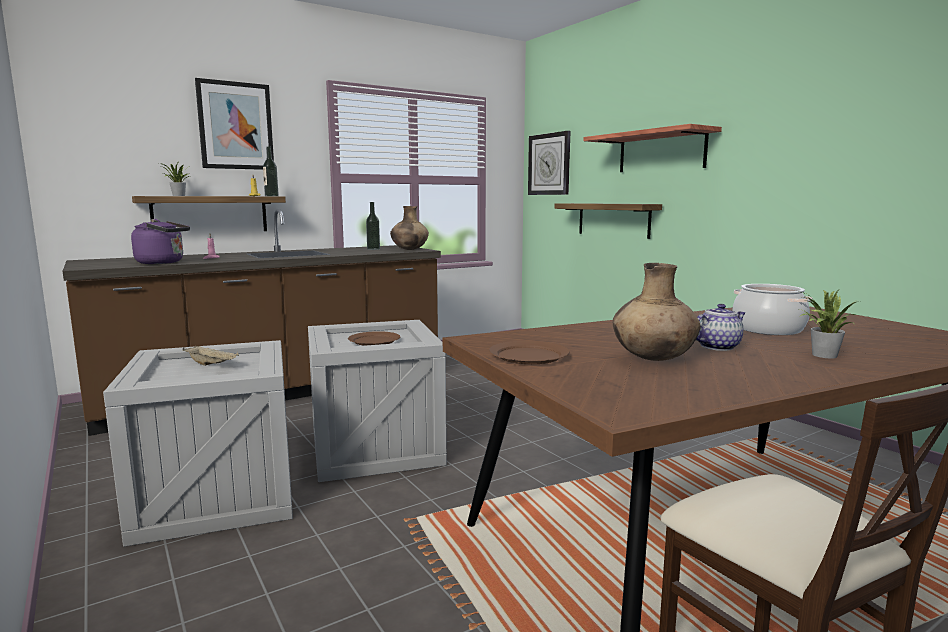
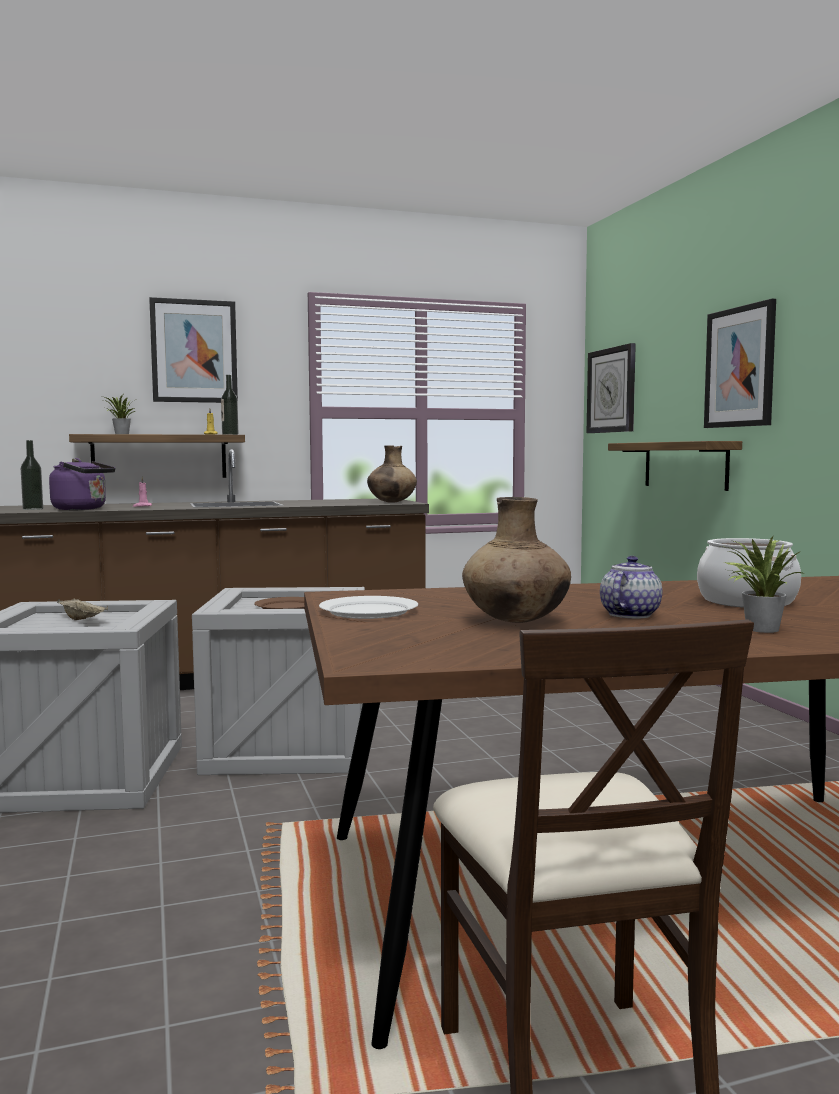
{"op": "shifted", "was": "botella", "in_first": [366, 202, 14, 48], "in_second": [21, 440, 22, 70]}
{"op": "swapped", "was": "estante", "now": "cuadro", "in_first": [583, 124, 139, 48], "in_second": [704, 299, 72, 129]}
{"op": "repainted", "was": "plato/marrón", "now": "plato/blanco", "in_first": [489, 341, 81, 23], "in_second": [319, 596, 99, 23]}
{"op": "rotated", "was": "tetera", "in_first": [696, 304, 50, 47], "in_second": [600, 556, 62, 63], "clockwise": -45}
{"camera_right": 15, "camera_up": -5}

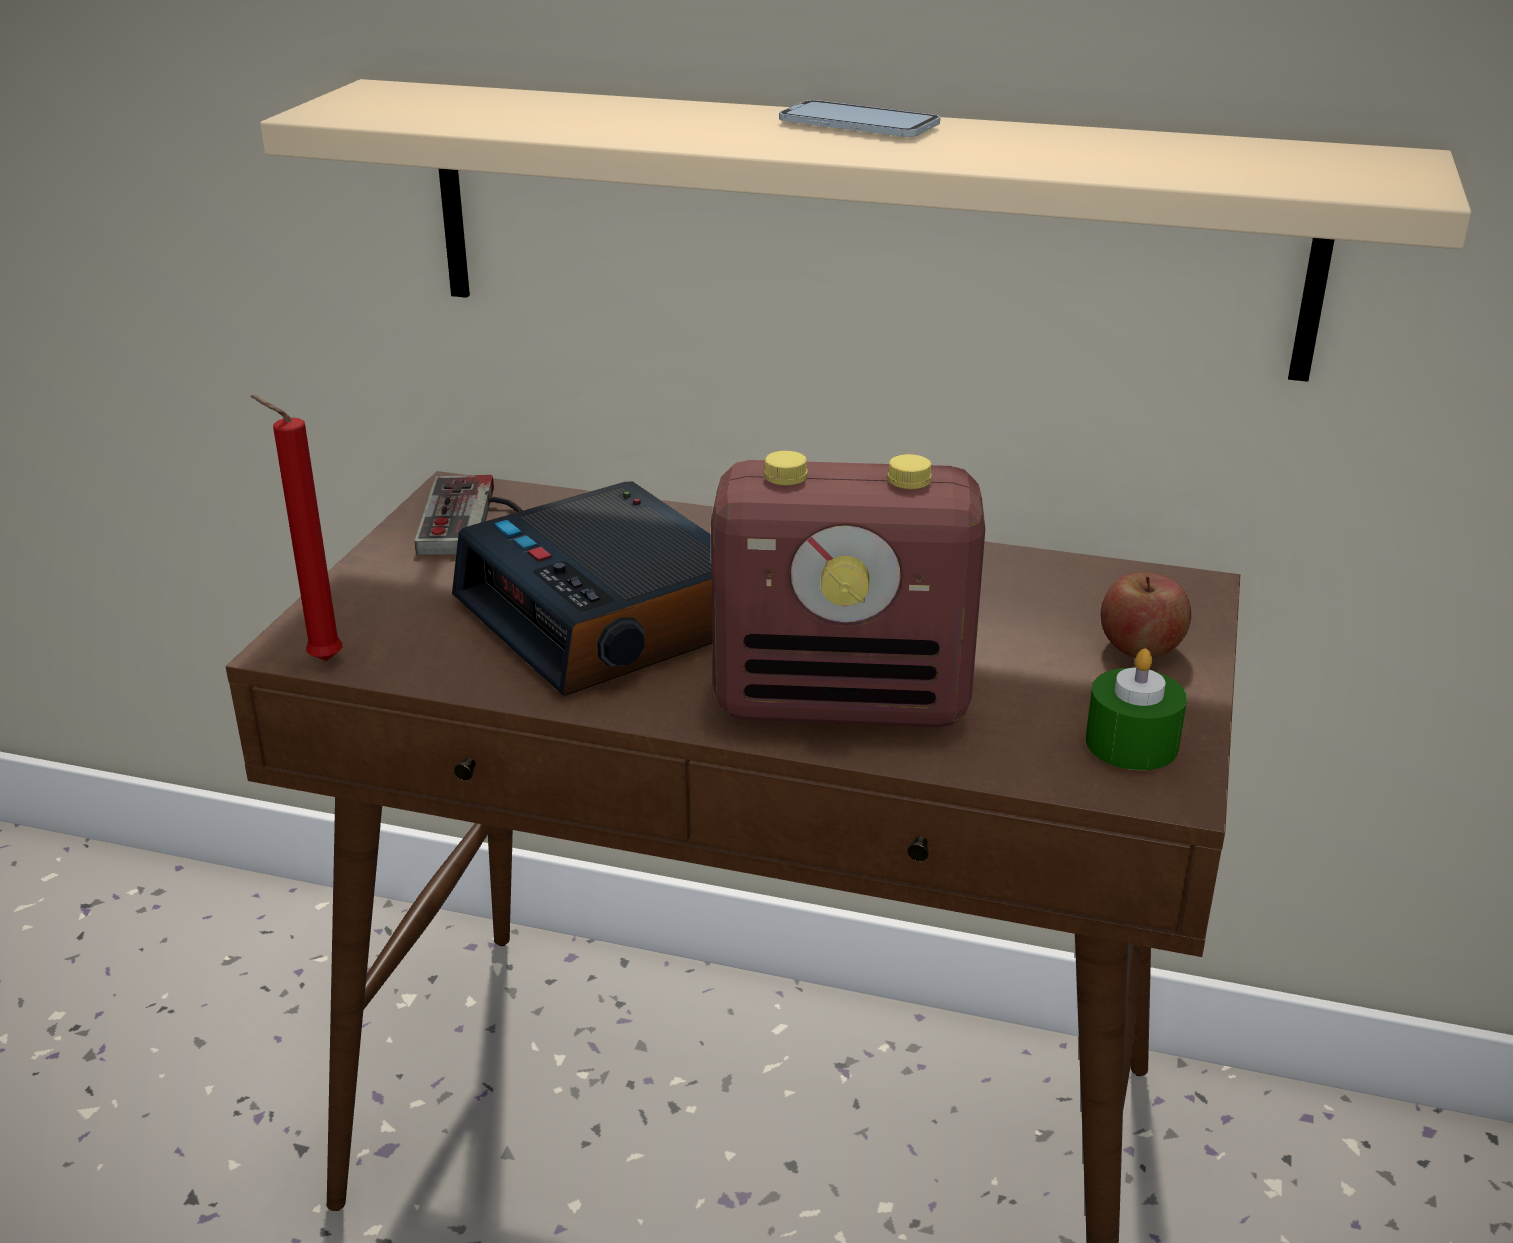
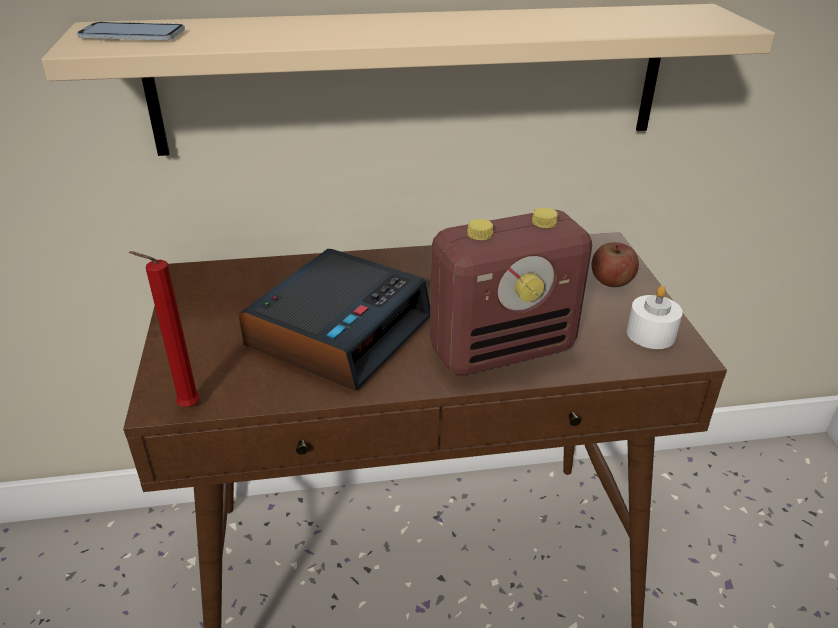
{"op": "gone", "was": "mando de consola", "in_first": [415, 475, 108, 80]}
{"op": "shifted", "was": "móvil", "in_first": [779, 100, 161, 37], "in_second": [77, 22, 108, 18]}
{"op": "repainted", "was": "vela/verde", "now": "vela/blanco", "in_first": [1086, 648, 101, 122], "in_second": [627, 286, 56, 63]}
{"op": "rotated", "was": "despertador", "in_first": [452, 482, 261, 214], "in_second": [239, 249, 191, 142], "clockwise": -90}
{"camera_right": -25, "camera_up": 5}

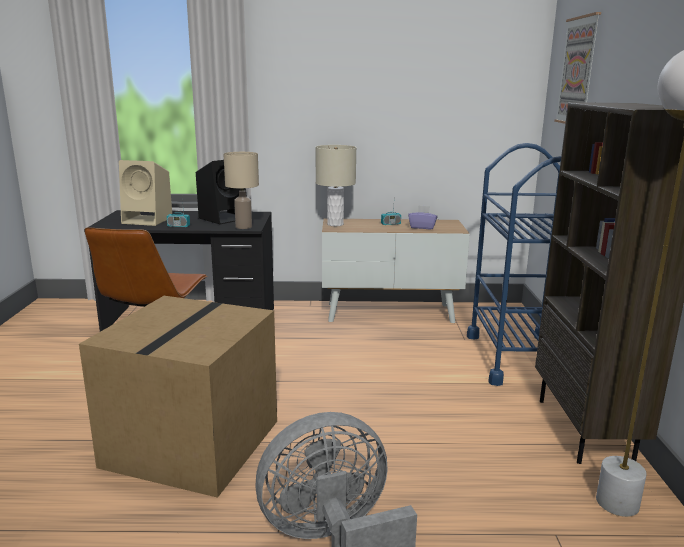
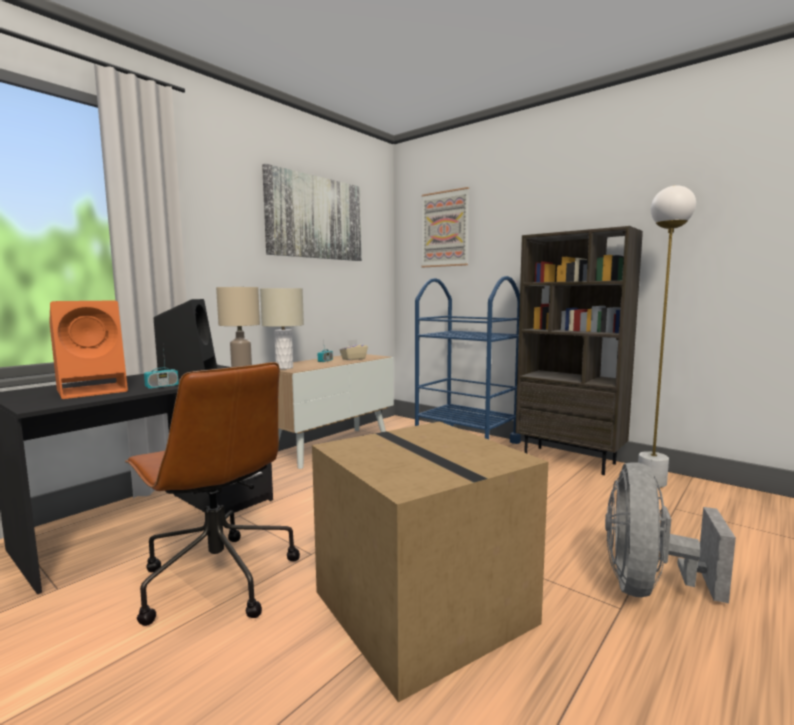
{"op": "new", "now": "cuadro", "in_second": [262, 164, 100, 97]}
{"op": "repainted", "was": "altavoz/beis", "now": "altavoz/naranja", "in_first": [119, 160, 53, 66], "in_second": [49, 300, 79, 99]}
{"op": "repainted", "was": "caja de pañuelos/morado", "now": "caja de pañuelos/beis", "in_first": [408, 205, 30, 24], "in_second": [340, 339, 28, 21]}
{"camera_right": -50, "camera_up": -10}

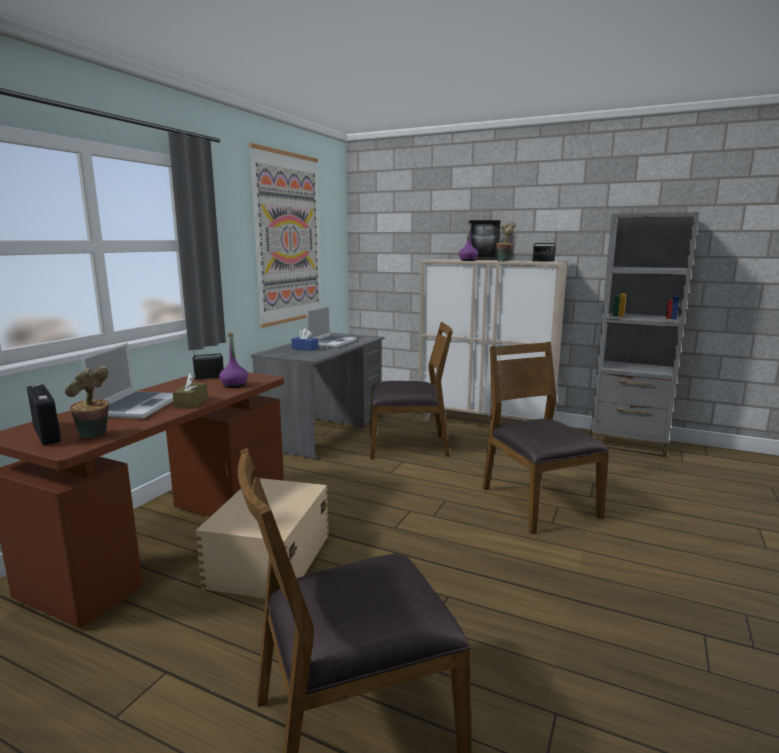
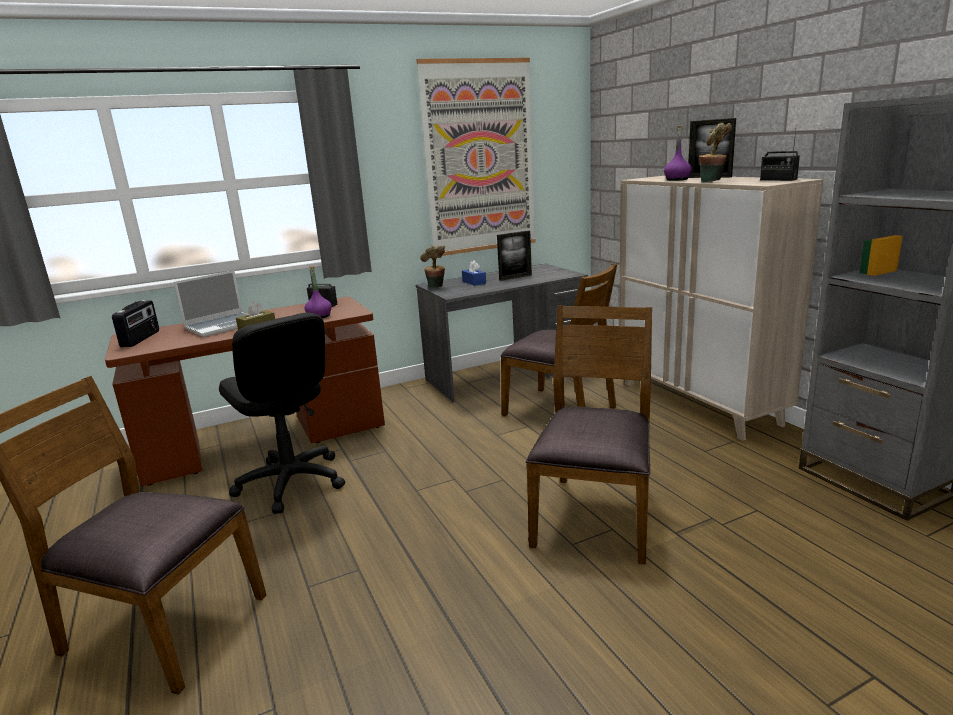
{"op": "shifted", "was": "planta en maceta", "in_first": [65, 366, 44, 72], "in_second": [420, 245, 25, 43]}
{"op": "swapped", "was": "caja de almacenaje/beis", "now": "silla de oficina/negro", "in_first": [196, 478, 133, 120], "in_second": [219, 312, 126, 202]}
{"op": "swapped", "was": "portátil", "now": "portarretratos", "in_first": [306, 305, 51, 43], "in_second": [497, 230, 35, 51]}
{"camera_right": 40, "camera_up": 5}

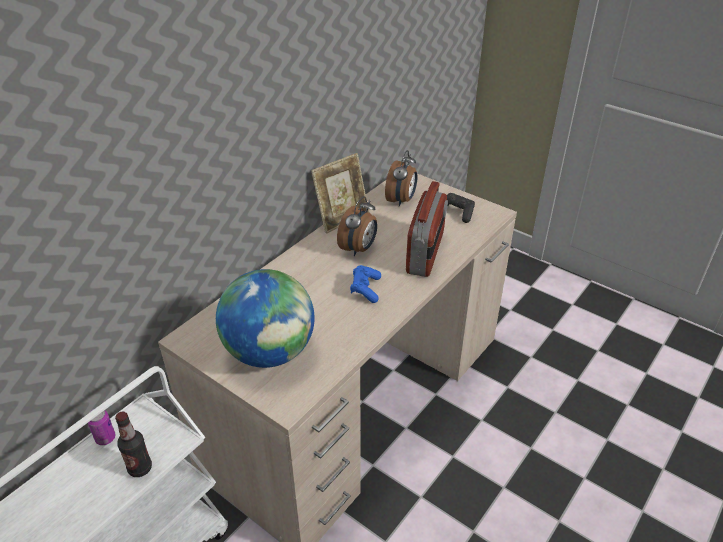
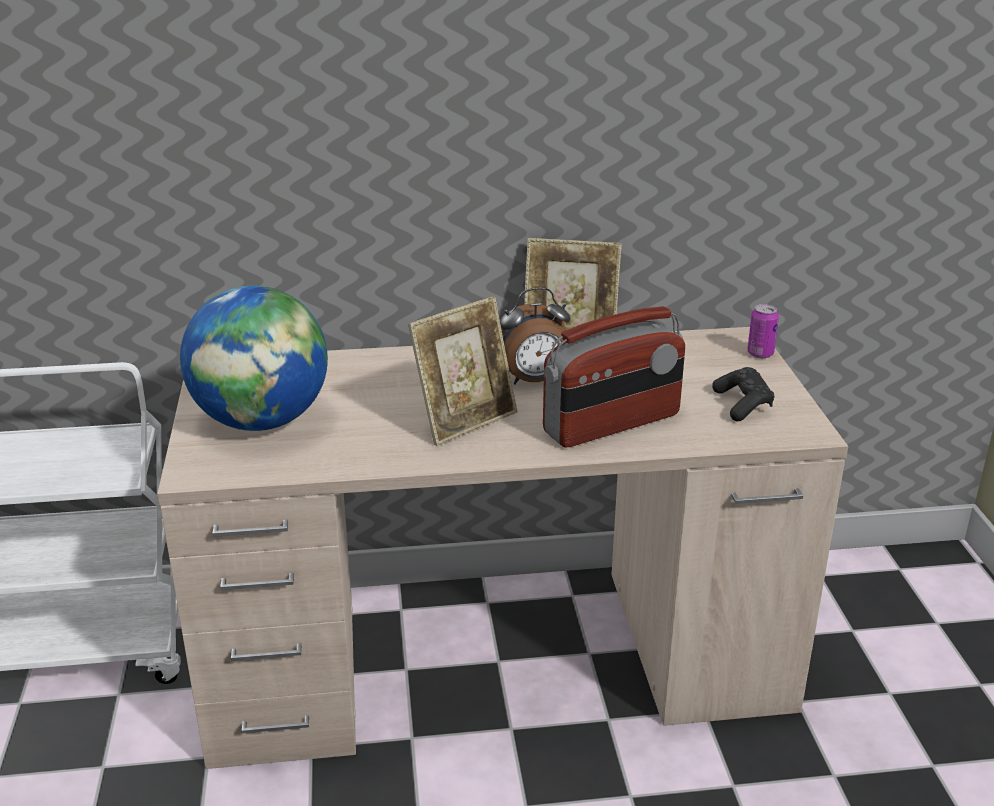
{"op": "gone", "was": "botella", "in_first": [115, 411, 37, 66]}
{"op": "gone", "was": "despertador", "in_first": [385, 150, 32, 57]}
{"op": "shifted", "was": "lata", "in_first": [88, 409, 27, 36], "in_second": [747, 304, 32, 54]}
{"op": "swapped", "was": "mando de consola/azul", "now": "portarretratos", "in_first": [350, 265, 31, 38], "in_second": [408, 296, 109, 150]}
{"camera_right": 45, "camera_up": -10}

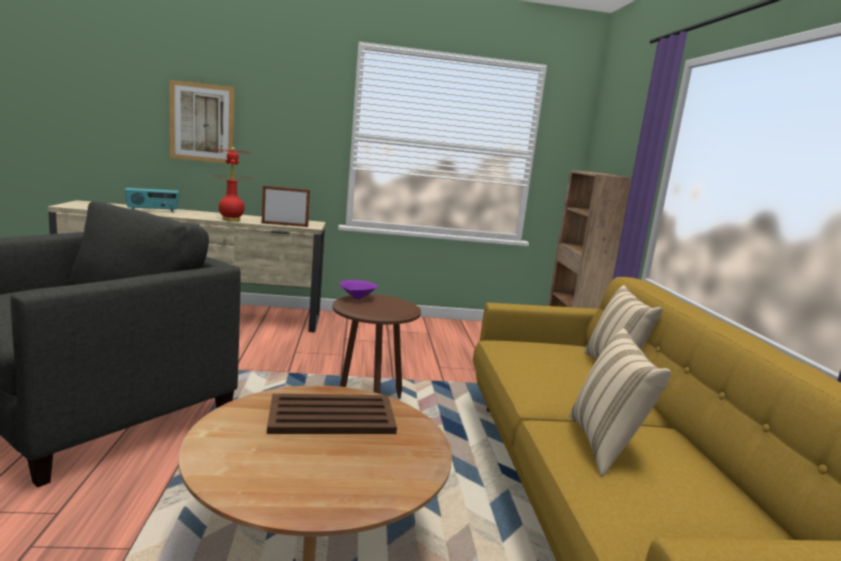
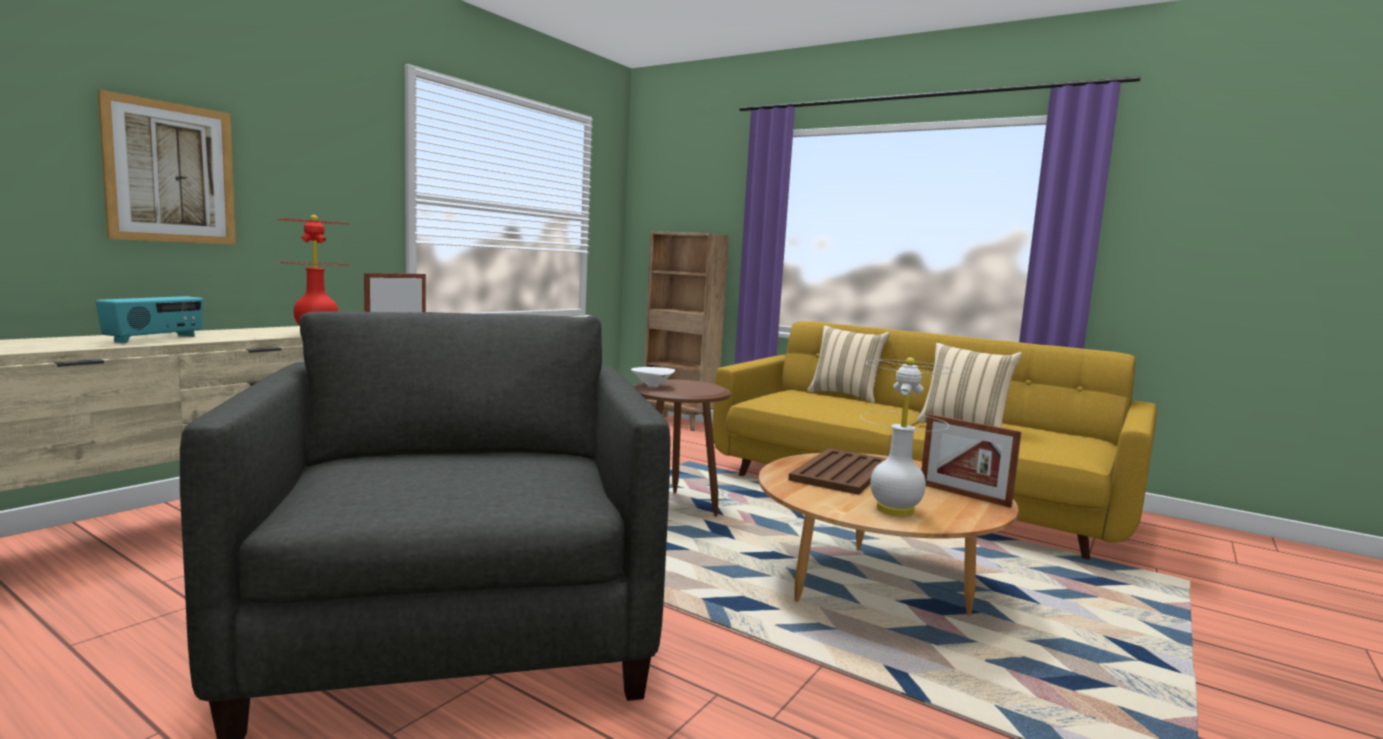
{"op": "new", "now": "lámpara de mesa/blanco", "in_second": [861, 357, 94, 160]}
{"op": "new", "now": "portarretratos", "in_second": [921, 414, 101, 94]}
{"op": "repainted", "was": "cuenco/morado", "now": "cuenco/blanco", "in_first": [340, 280, 38, 20], "in_second": [631, 367, 44, 20]}
{"camera_right": -50, "camera_up": -5}

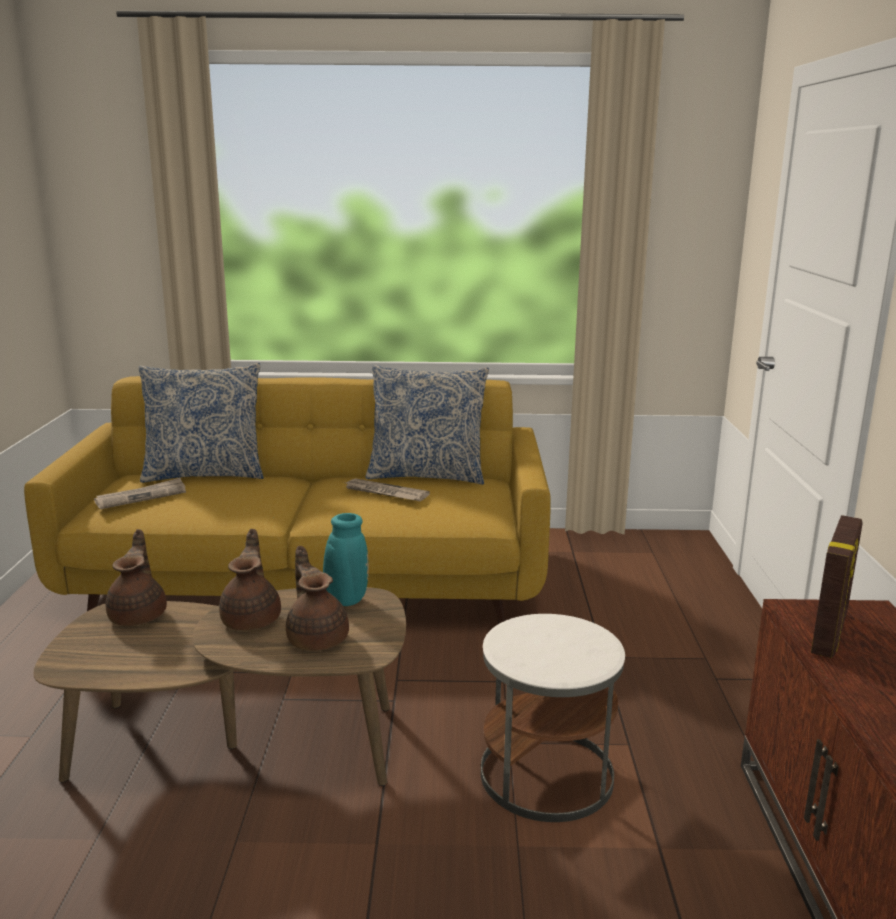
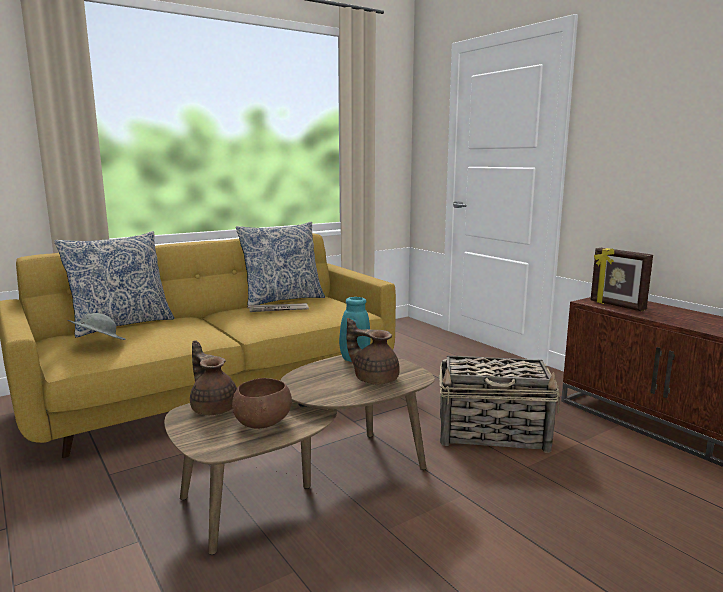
{"op": "gone", "was": "tetera/marrón", "in_first": [219, 529, 62, 102]}
{"op": "new", "now": "cuenco/marrón", "in_second": [232, 378, 60, 51]}
{"op": "swapped", "was": "periódico", "now": "sombrero/gris", "in_first": [94, 478, 92, 31], "in_second": [67, 313, 59, 27]}
{"op": "swapped", "was": "mesa auxiliar/blanco", "now": "cesta", "in_first": [481, 614, 144, 208], "in_second": [439, 356, 121, 97]}
{"op": "rotated", "was": "portarretratos", "in_first": [811, 515, 52, 143], "in_second": [591, 248, 62, 63], "clockwise": 150}
{"camera_right": -35, "camera_up": -5}

